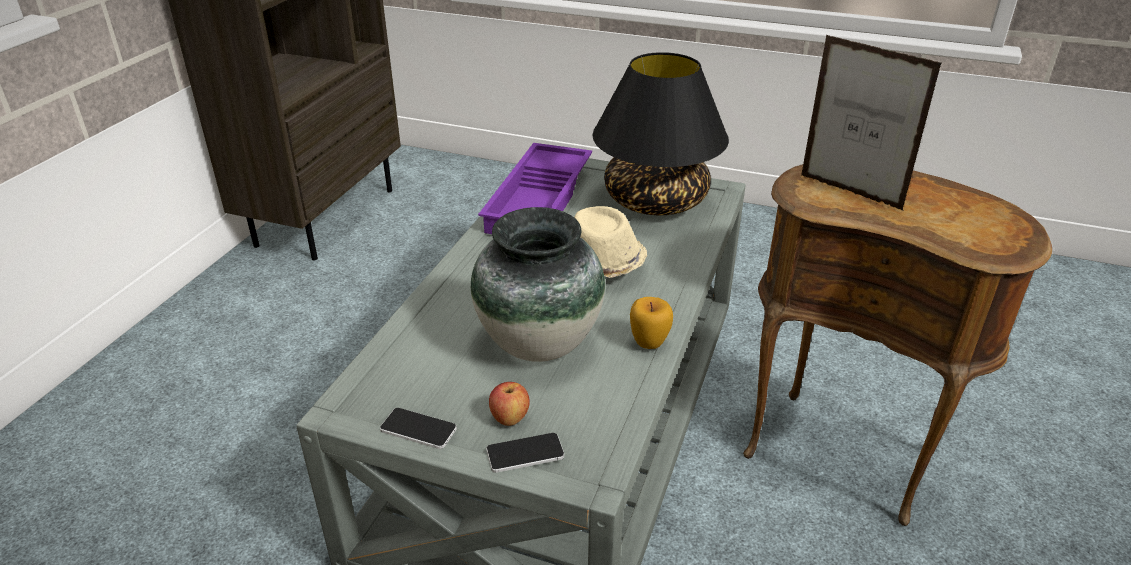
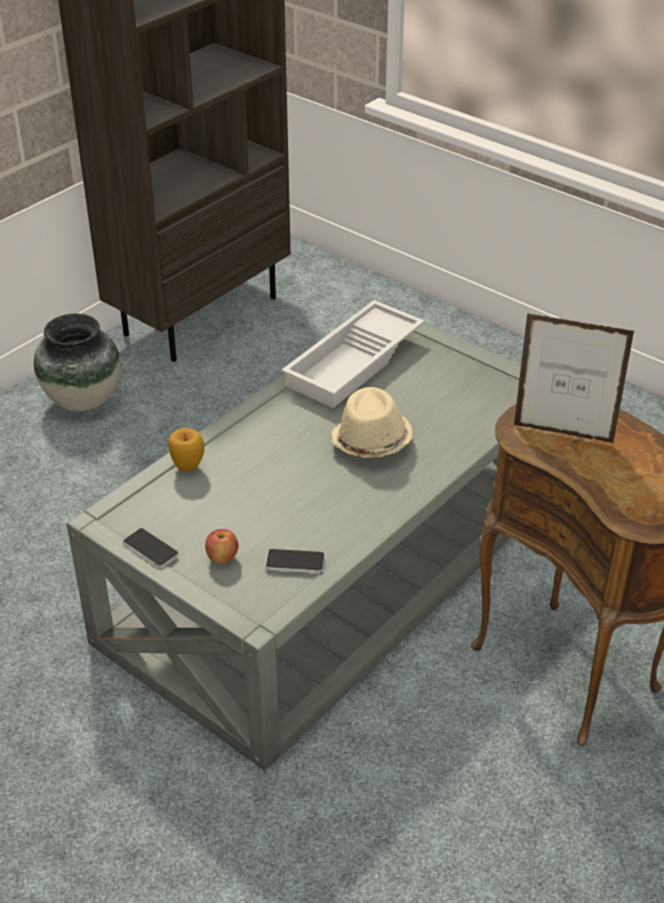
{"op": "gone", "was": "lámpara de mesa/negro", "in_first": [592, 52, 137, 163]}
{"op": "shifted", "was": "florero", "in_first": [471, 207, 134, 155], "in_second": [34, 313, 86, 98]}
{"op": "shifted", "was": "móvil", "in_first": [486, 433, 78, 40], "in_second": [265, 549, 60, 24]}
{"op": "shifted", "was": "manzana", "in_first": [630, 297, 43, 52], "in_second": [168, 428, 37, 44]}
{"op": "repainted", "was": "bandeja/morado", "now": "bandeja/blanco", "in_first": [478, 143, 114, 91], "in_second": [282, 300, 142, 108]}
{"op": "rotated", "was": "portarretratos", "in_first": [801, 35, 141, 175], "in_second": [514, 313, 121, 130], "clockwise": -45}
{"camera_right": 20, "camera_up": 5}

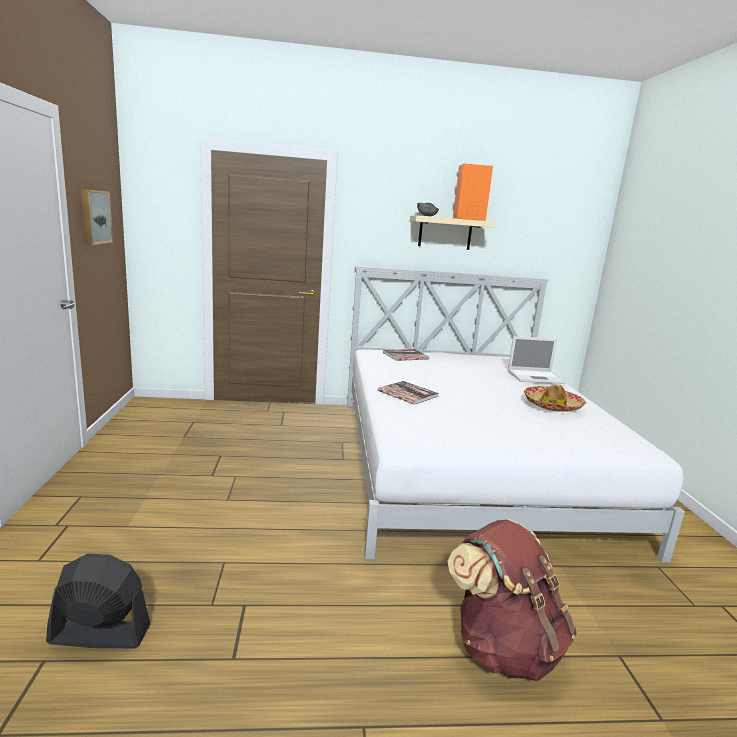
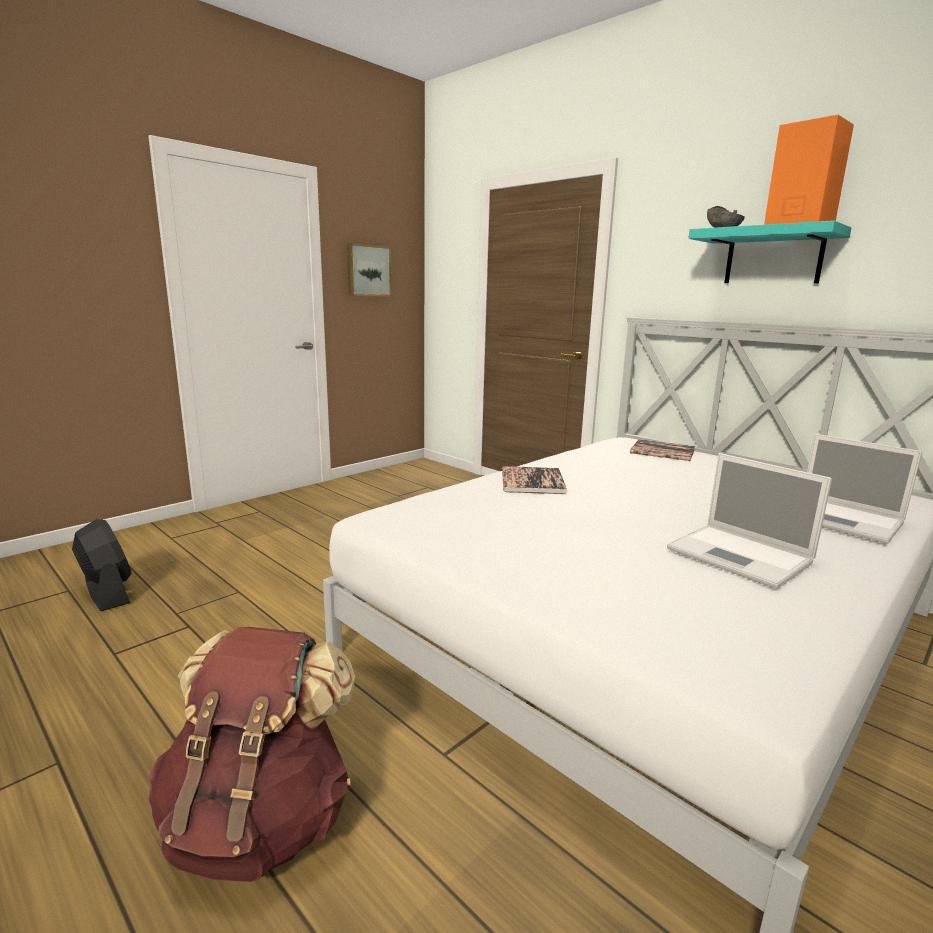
{"op": "swapped", "was": "sombrero", "now": "portátil", "in_first": [524, 383, 62, 29], "in_second": [667, 453, 165, 136]}
{"op": "repainted", "was": "estante/beis", "now": "estante/turquesa", "in_first": [410, 215, 84, 35], "in_second": [688, 220, 163, 63]}
{"camera_right": 50, "camera_up": 0}

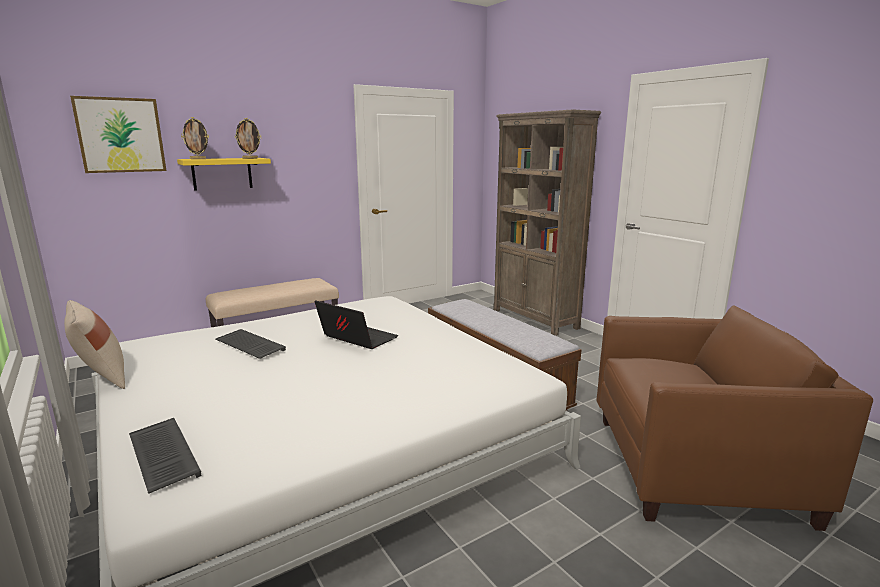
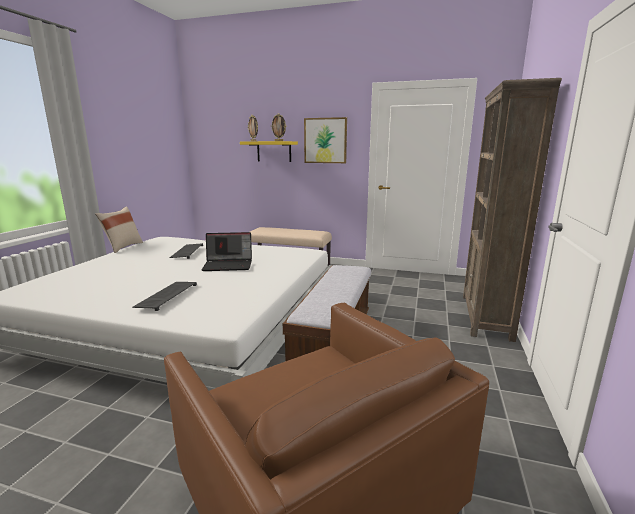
{"op": "shifted", "was": "cuadro", "in_first": [70, 96, 97, 77], "in_second": [304, 117, 43, 46]}
{"op": "shifted", "was": "teclado", "in_first": [129, 418, 73, 76], "in_second": [132, 282, 65, 29]}
{"op": "rotated", "was": "portátil", "in_first": [315, 300, 83, 49], "in_second": [202, 232, 50, 39], "clockwise": 90}
{"camera_right": 50, "camera_up": 0}

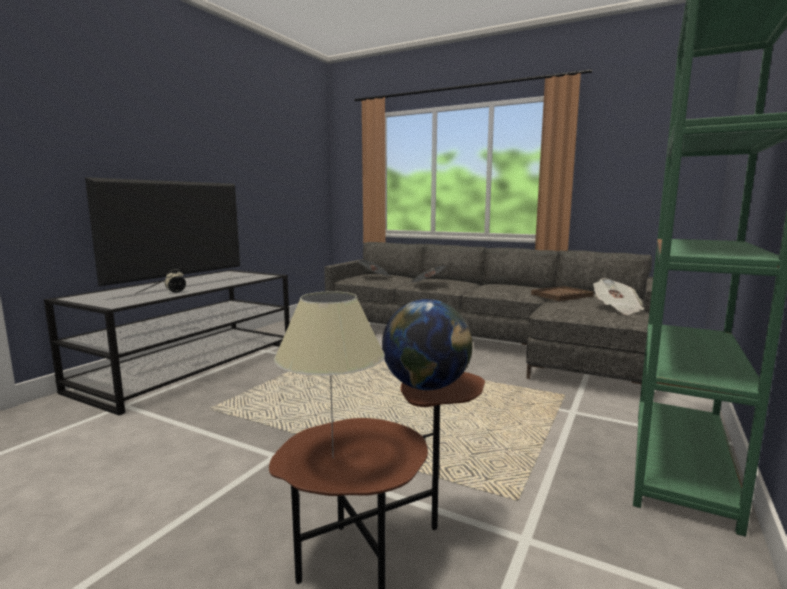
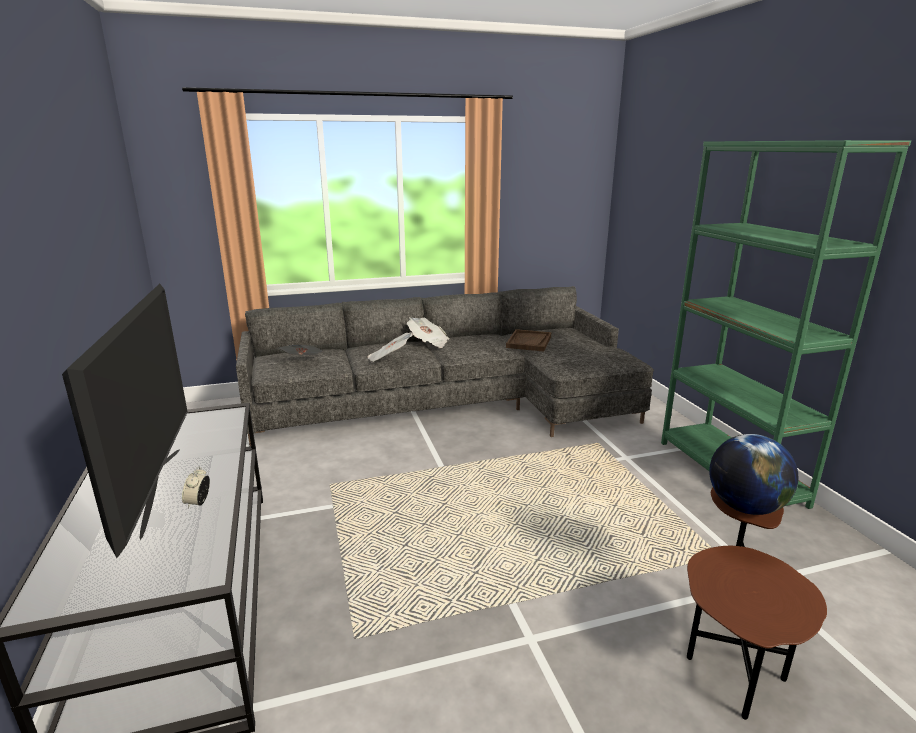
{"op": "gone", "was": "lámpara de mesa/beis", "in_first": [274, 291, 111, 167]}
{"op": "shifted", "was": "periódico", "in_first": [593, 278, 51, 37], "in_second": [407, 317, 42, 31]}
{"camera_right": -45, "camera_up": 10}

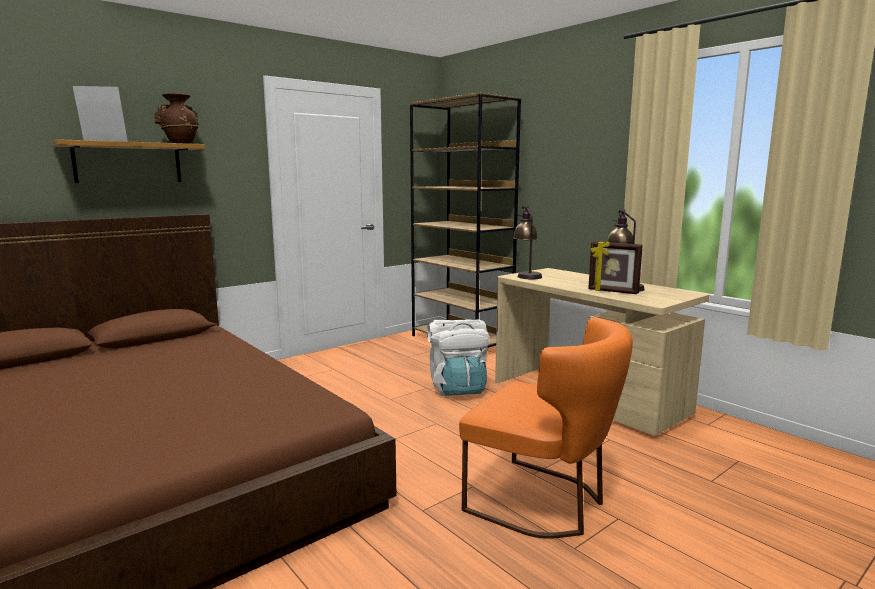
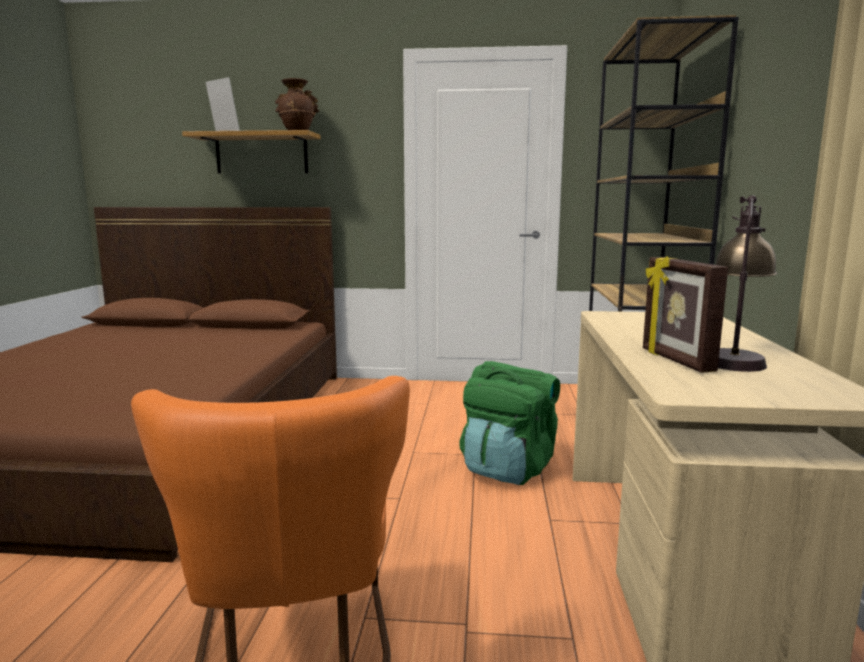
{"op": "gone", "was": "lámpara de mesa", "in_first": [513, 206, 29, 73]}
{"op": "repainted", "was": "mochila/blanco", "now": "mochila/verde", "in_first": [427, 319, 62, 77], "in_second": [460, 361, 100, 124]}
{"camera_right": 45, "camera_up": 0}

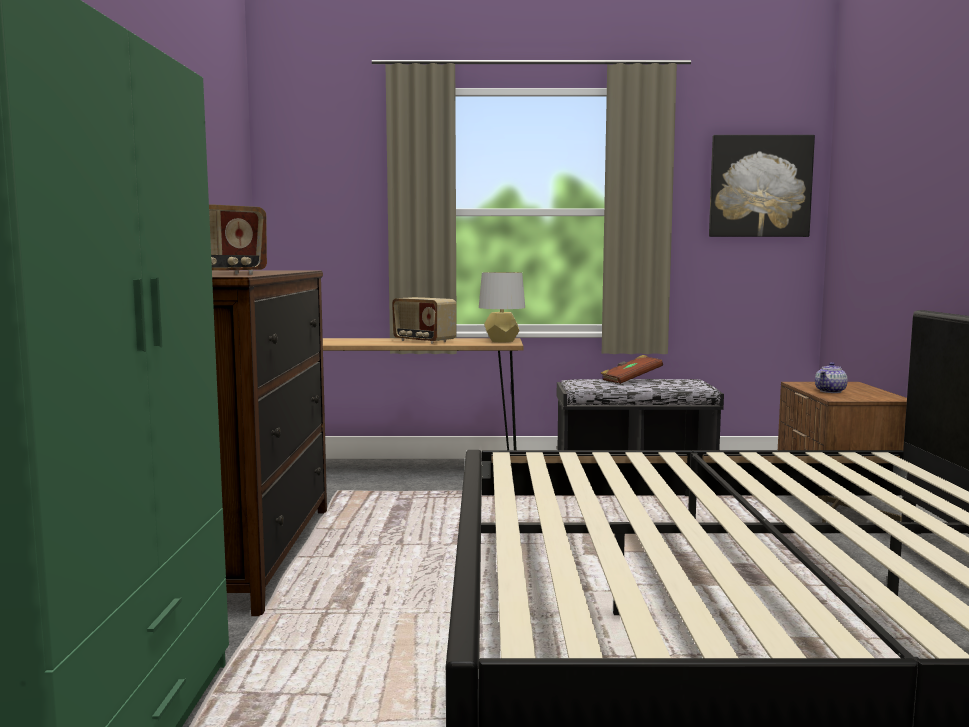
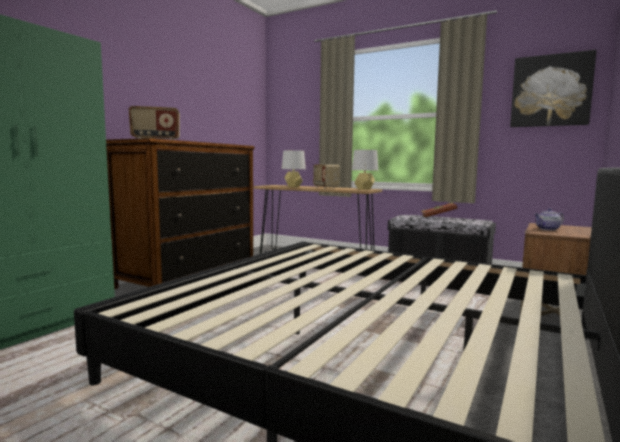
{"op": "new", "now": "lámpara de mesa/gris", "in_second": [282, 150, 24, 37]}
{"camera_right": 30, "camera_up": 0}

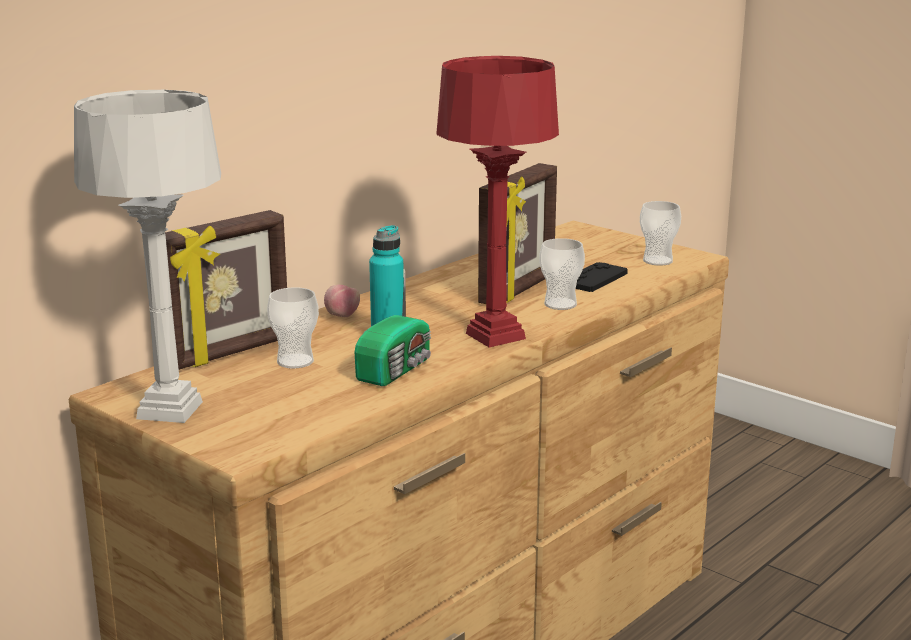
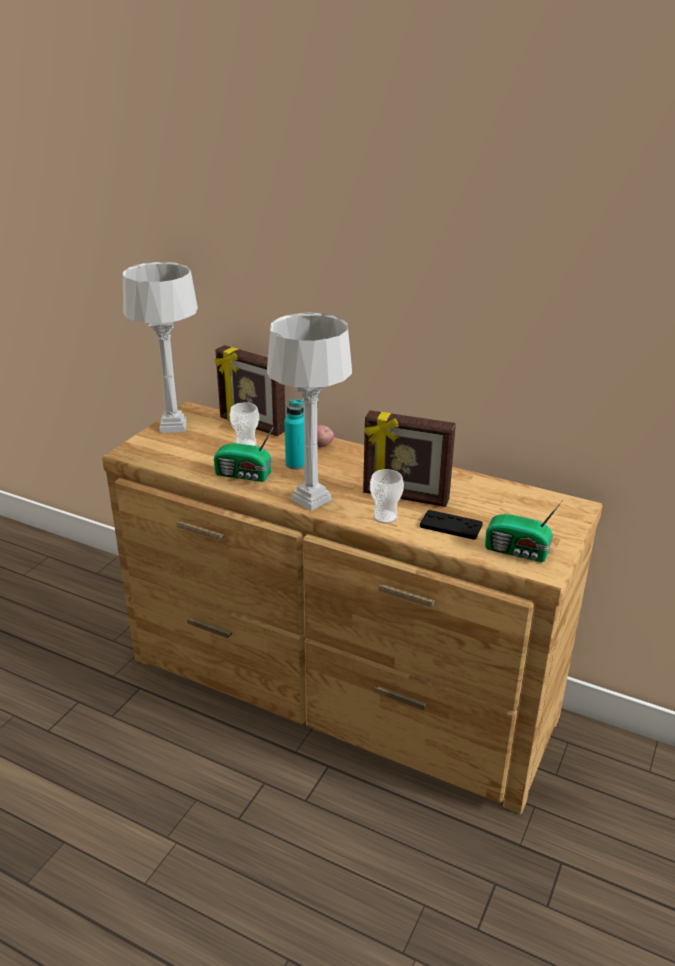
{"op": "swapped", "was": "taza", "now": "radio", "in_first": [640, 201, 41, 65], "in_second": [485, 500, 78, 62]}
{"op": "repainted", "was": "lámpara de mesa/rojo", "now": "lámpara de mesa/gris", "in_first": [436, 56, 123, 291], "in_second": [267, 313, 85, 198]}
{"camera_right": 75, "camera_up": 10}

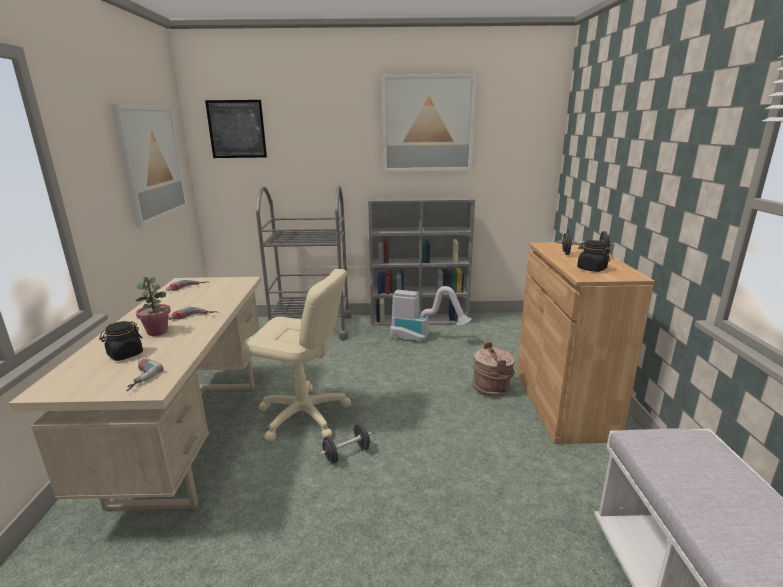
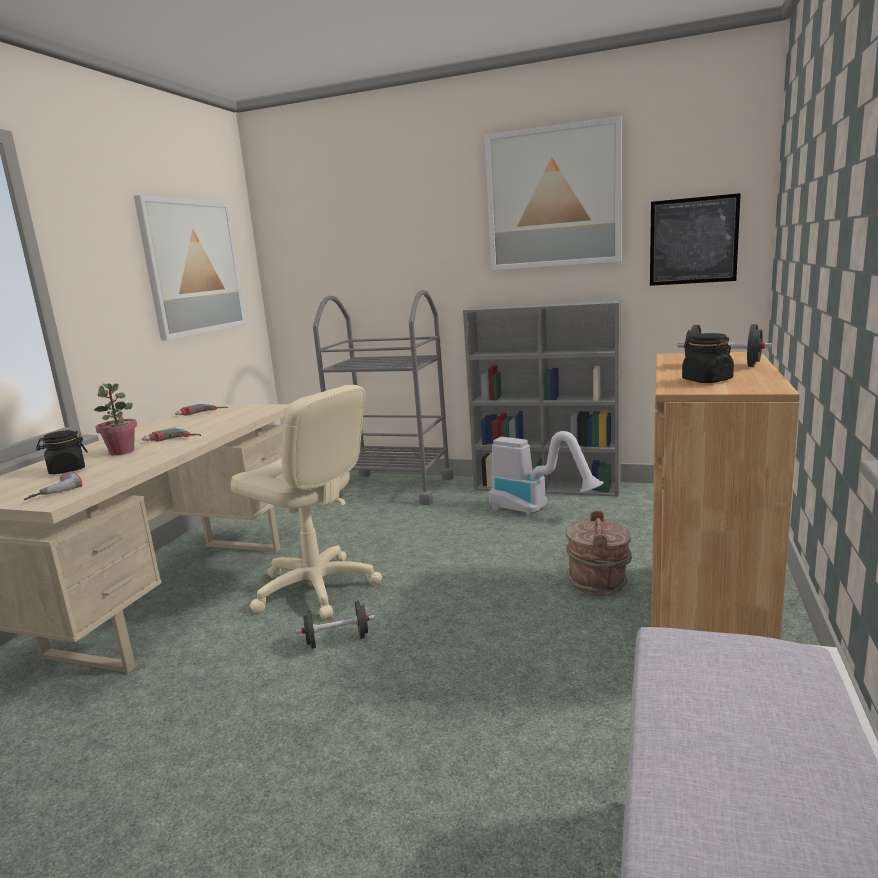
{"op": "shifted", "was": "cuadro", "in_first": [205, 100, 62, 58], "in_second": [650, 193, 91, 93]}
{"camera_right": 20, "camera_up": -5}

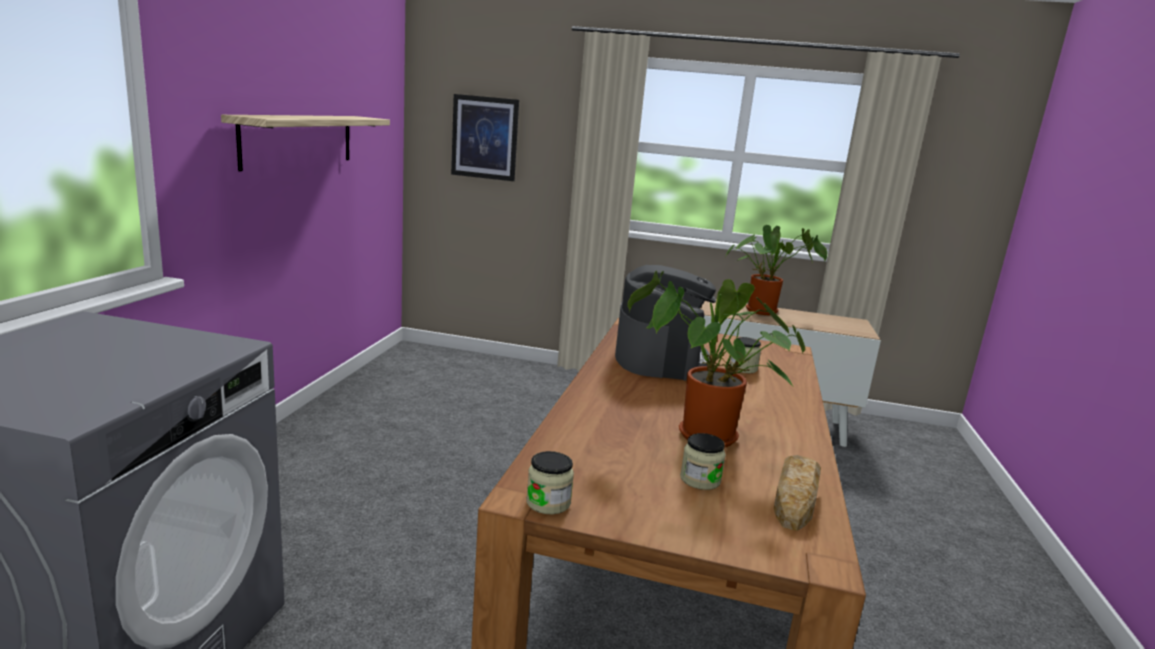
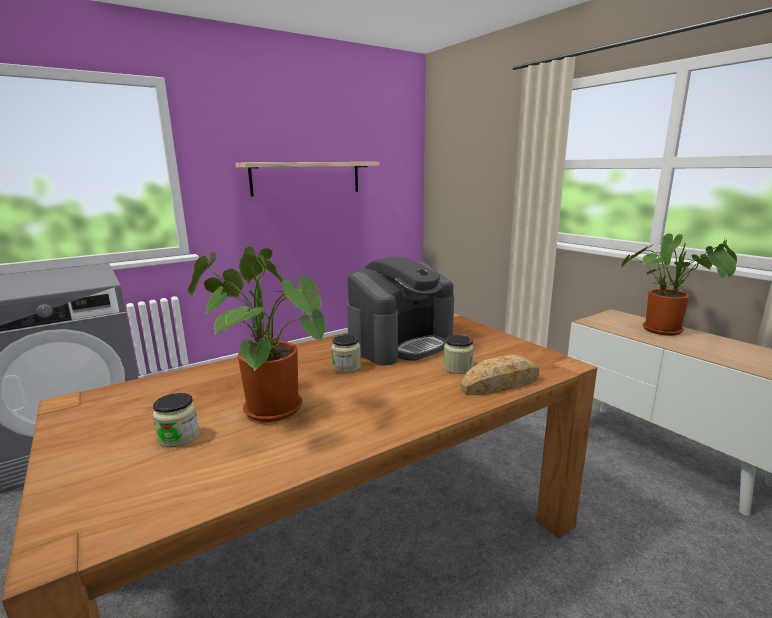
{"op": "gone", "was": "cuadro", "in_first": [451, 94, 68, 87]}
{"op": "shifted", "was": "tarro", "in_first": [527, 451, 47, 63], "in_second": [331, 334, 30, 39]}
{"op": "shifted", "was": "pan", "in_first": [774, 455, 47, 76], "in_second": [460, 354, 79, 41]}
{"camera_right": 45, "camera_up": 0}

